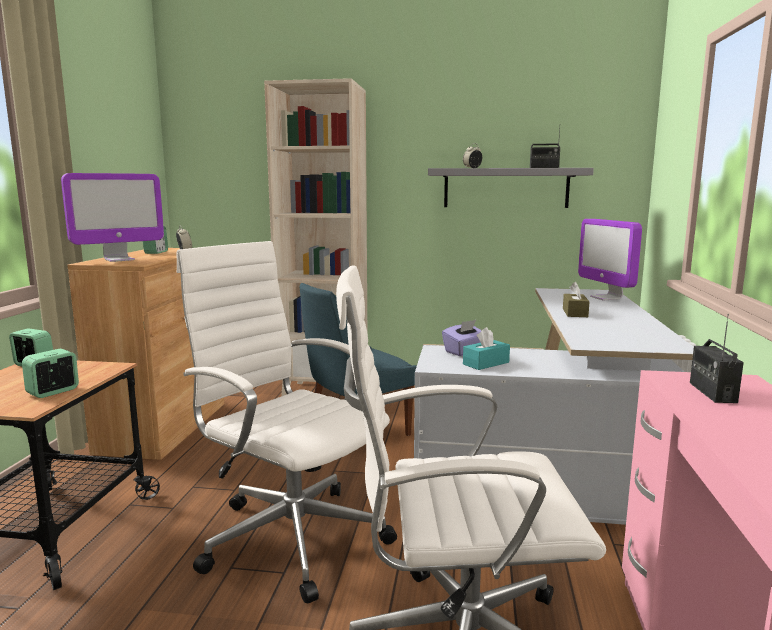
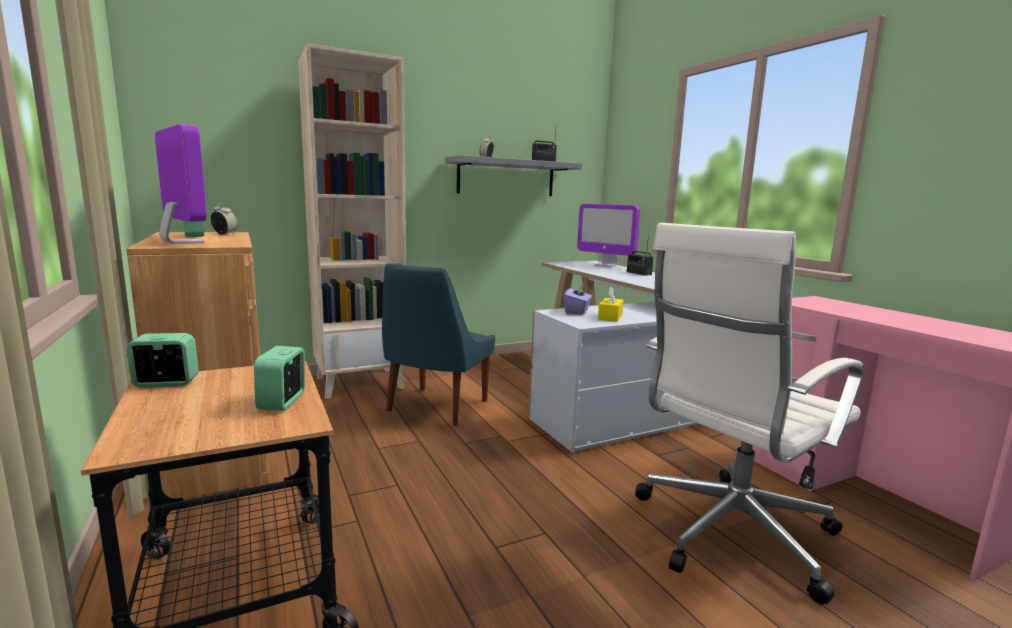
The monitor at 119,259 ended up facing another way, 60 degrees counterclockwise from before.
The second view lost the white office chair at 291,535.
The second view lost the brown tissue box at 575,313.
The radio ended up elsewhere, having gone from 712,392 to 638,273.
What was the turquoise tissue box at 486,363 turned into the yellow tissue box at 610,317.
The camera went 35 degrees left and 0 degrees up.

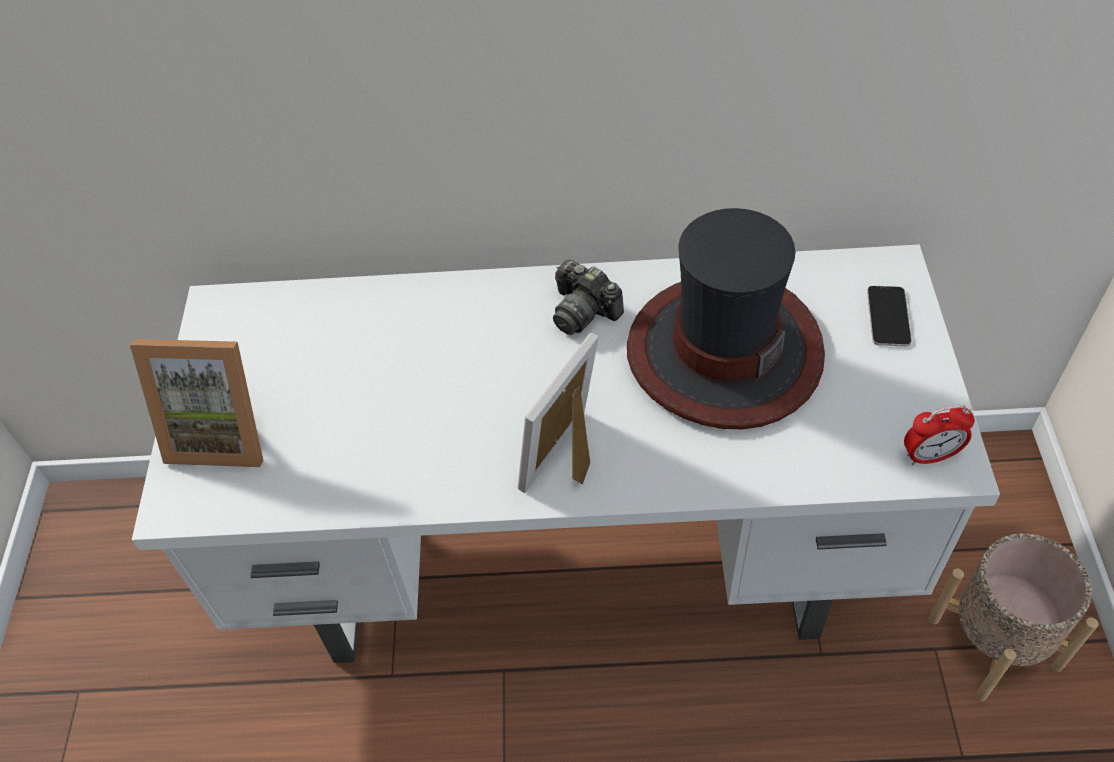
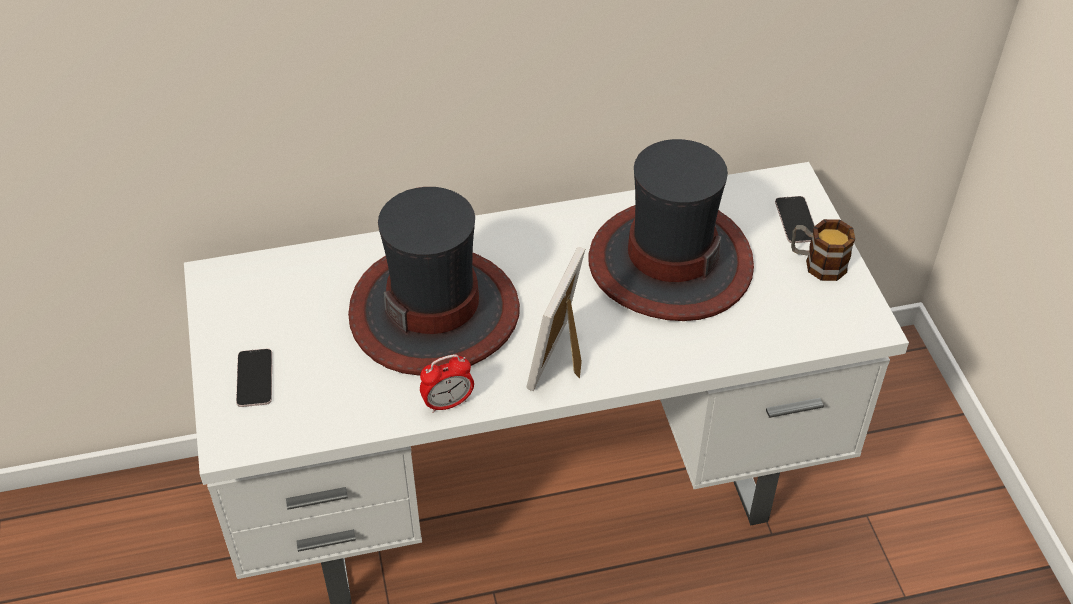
The second view lost the photo camera at 583,311.
Where the picture frame stood at 222,432, the phone came to stand at 254,378.
The alarm clock ended up elsewhere, having gone from 930,456 to 448,403.
The second view lost the beige planter at 993,642.
The second view gained the hat at 435,311.
The second view gained the mug at 817,263.
The camera went 15 degrees left and 5 degrees down.

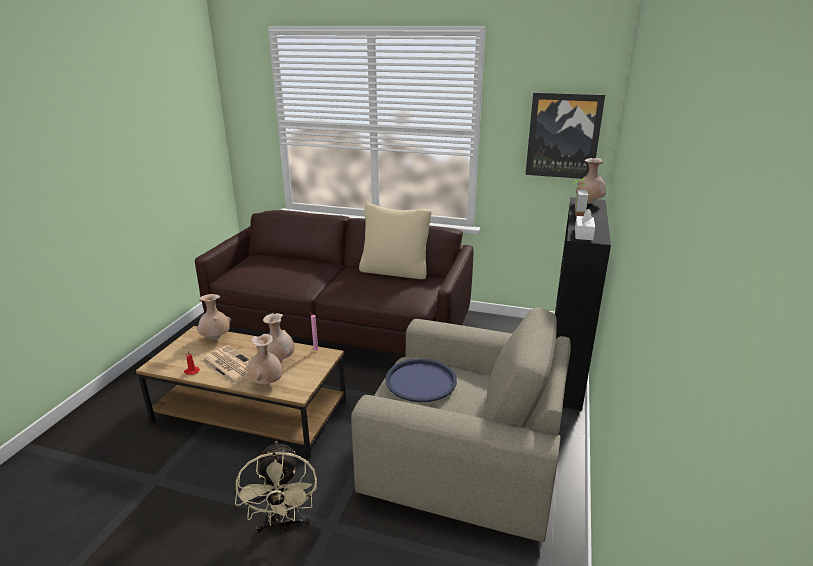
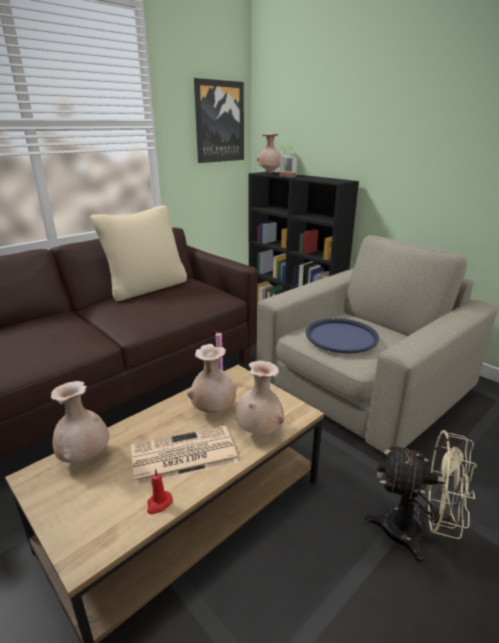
The second view lost the white tissue box at 583,234.
The camera went 60 degrees left and 0 degrees up.

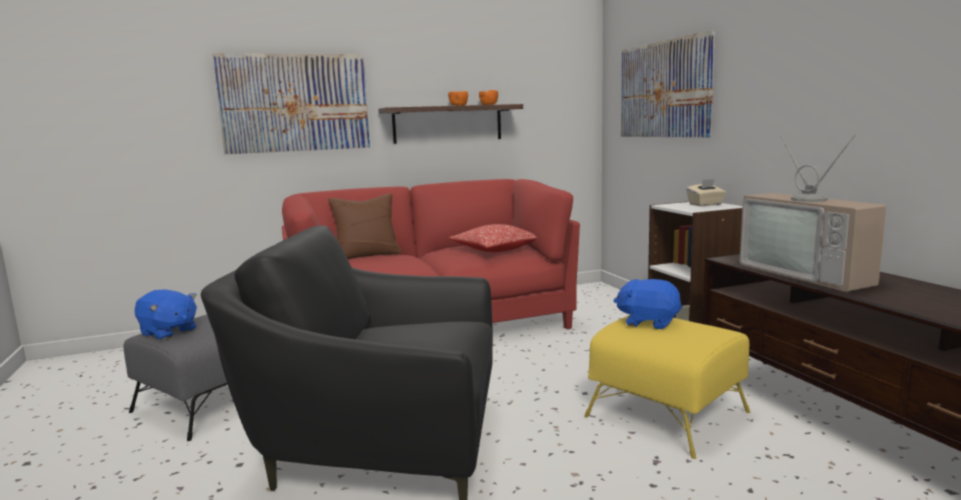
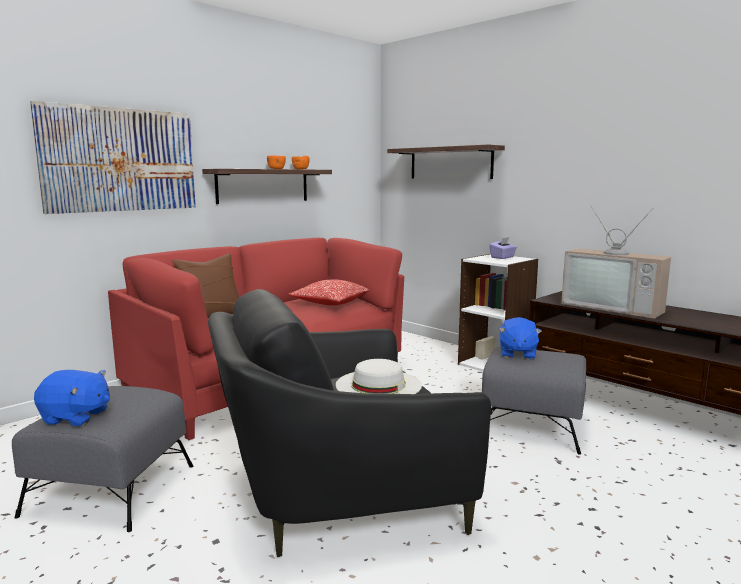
Where the picture hung at 664,89, the shelf came to hang at 450,163.
What was the beige tissue box at 705,204 turned into the purple tissue box at 502,257.
The blue plush toy at 648,322 ended up facing another way, 75 degrees counterclockwise from before.
What was the yellow ottoman at 667,414 turned into the grey ottoman at 533,425.
The second view gained the white hat at 378,385.
The camera went 25 degrees left and 0 degrees up.

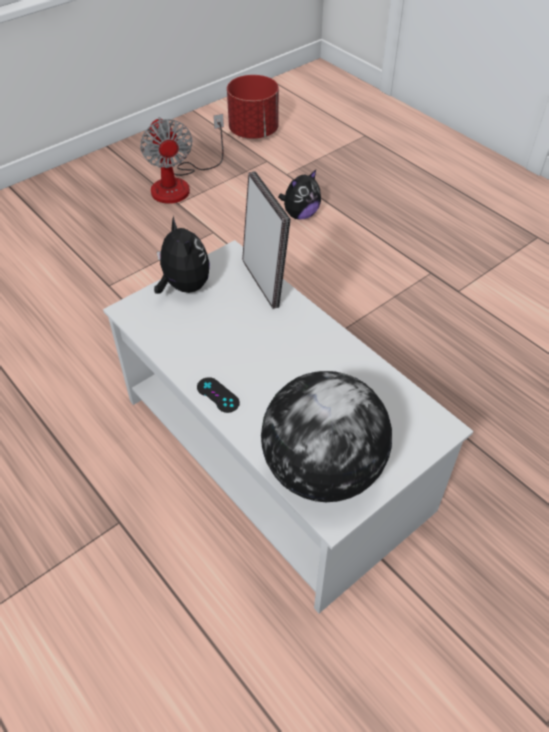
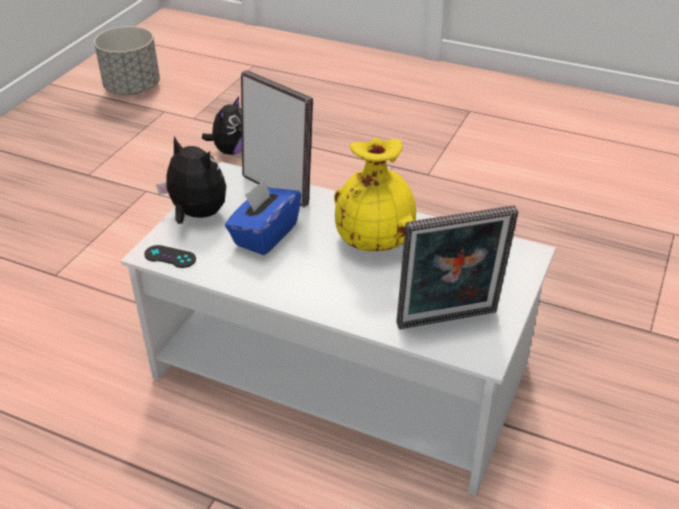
What was the red planter at 254,132 turned into the grey planter at 133,88.
The second view lost the fan at 180,184.
Where the globe stood at 323,470, the picture frame came to stand at 448,322.
The black game controller ended up elsewhere, having gone from 218,395 to 170,257.
The second view gained the yellow vase at 375,241.
The second view gained the blue tissue box at 265,235.
The camera went 25 degrees left and 10 degrees down.

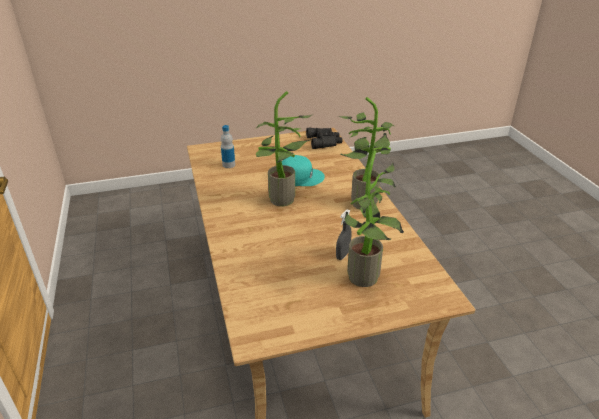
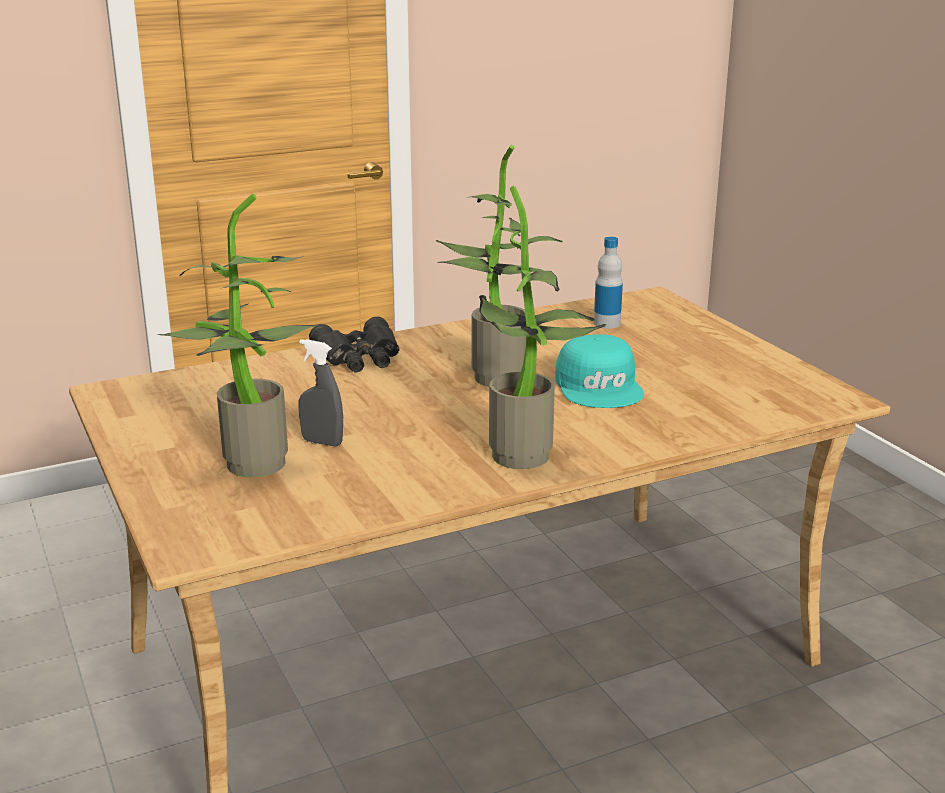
The black binoculars ended up elsewhere, having gone from 325,141 to 359,357.
The camera went 80 degrees right and 10 degrees down.

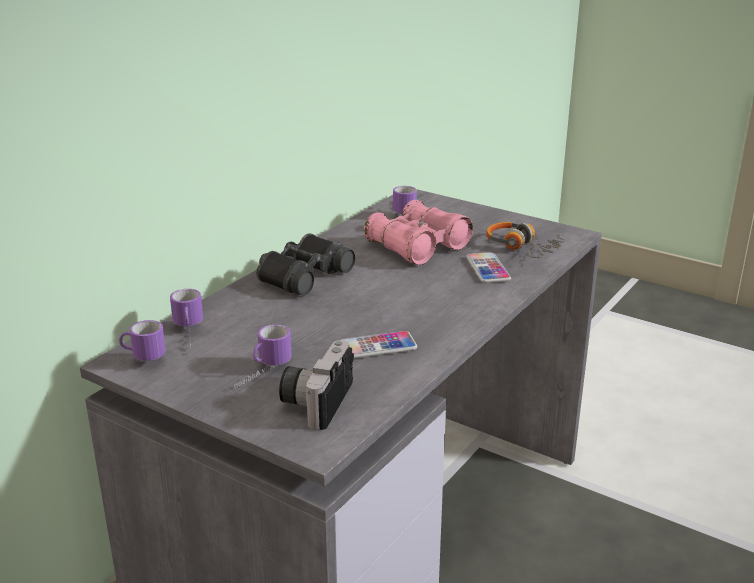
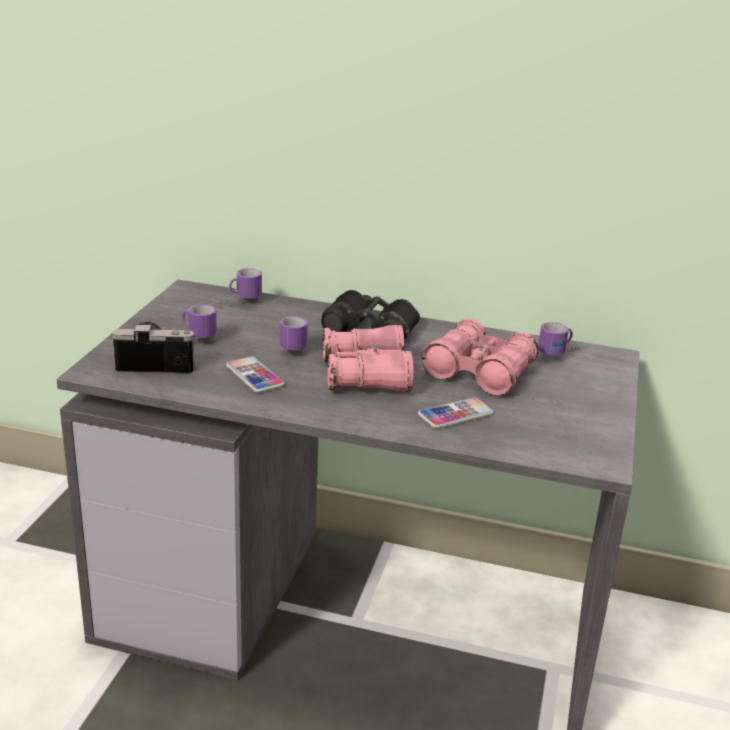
The second view lost the headphones at 522,247.
The mug ended up elsewhere, having gone from 130,362 to 288,345.
The second view gained the pink binoculars at 366,375.
The camera went 70 degrees right and 0 degrees up.

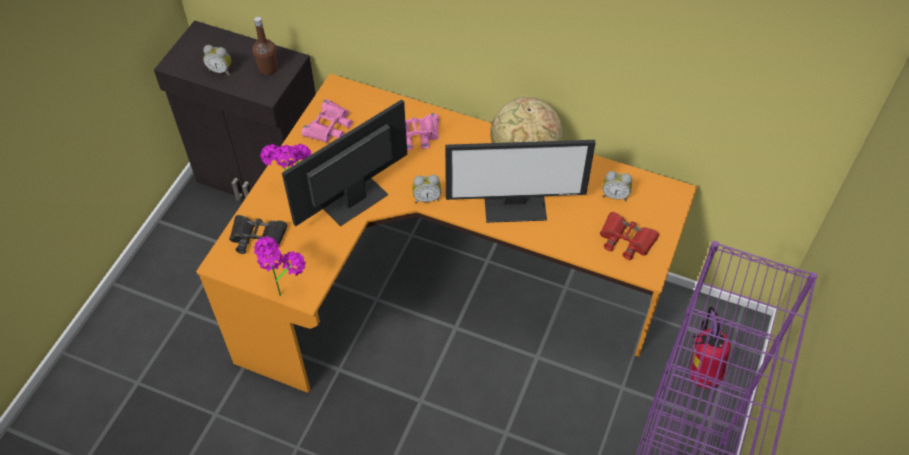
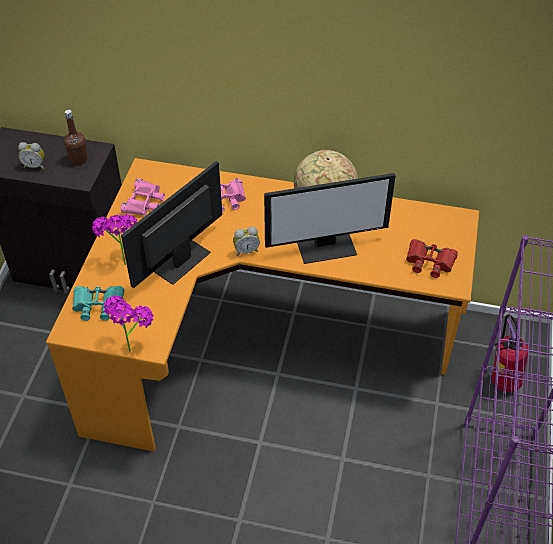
The second view lost the alarm clock at 615,195.
What was the black binoculars at 257,238 turned into the turquoise binoculars at 98,305.
The camera went 10 degrees left and 5 degrees down.

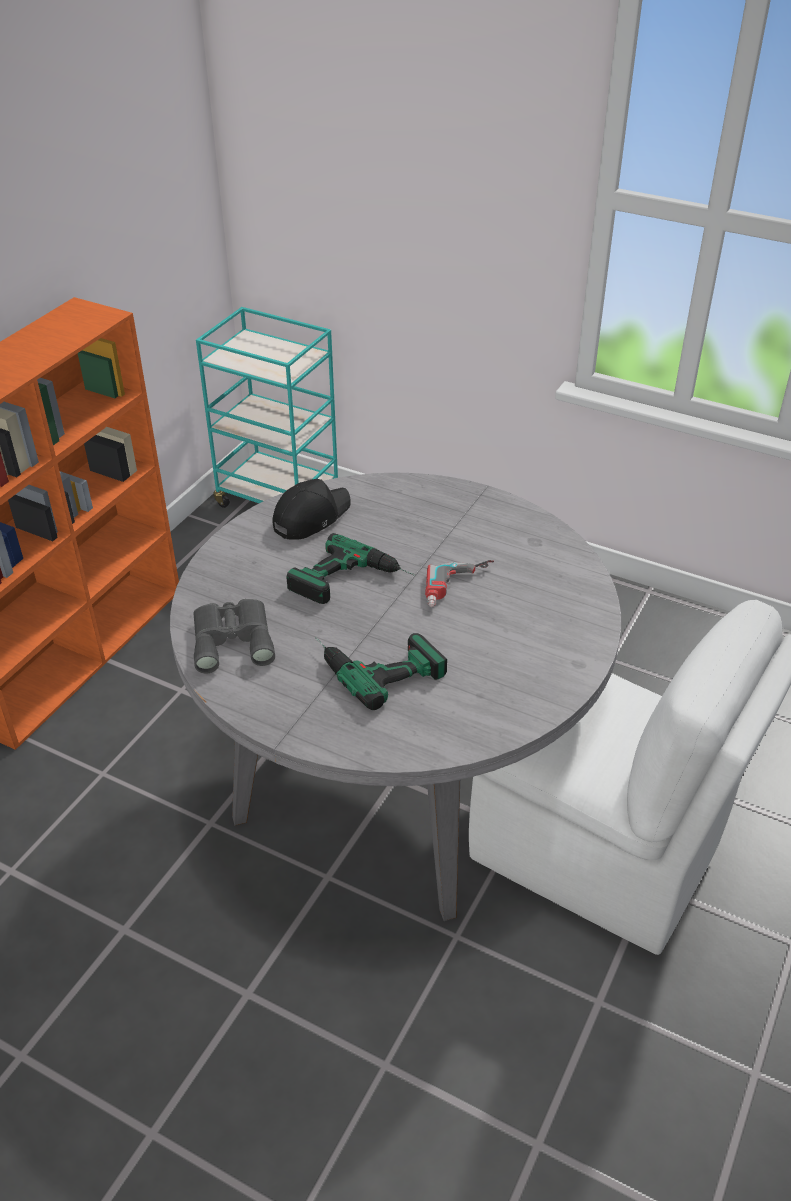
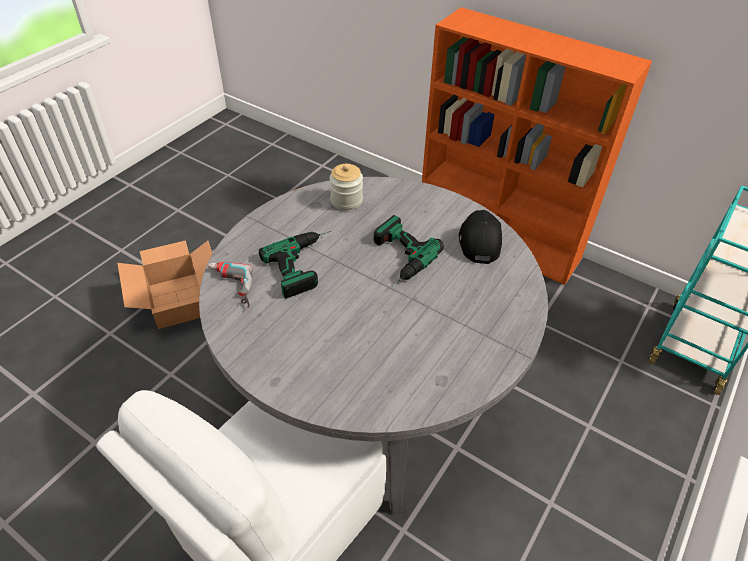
The black cap at 310,517 ended up facing another way, 135 degrees counterclockwise from before.
The power drill ended up elsewhere, having gone from 460,588 to 229,288.
Where the grey binoculars stood at 233,639, the jar came to stand at 346,201.
The second view gained the cardboard box at 178,299.
The camera went 95 degrees right and 5 degrees up.

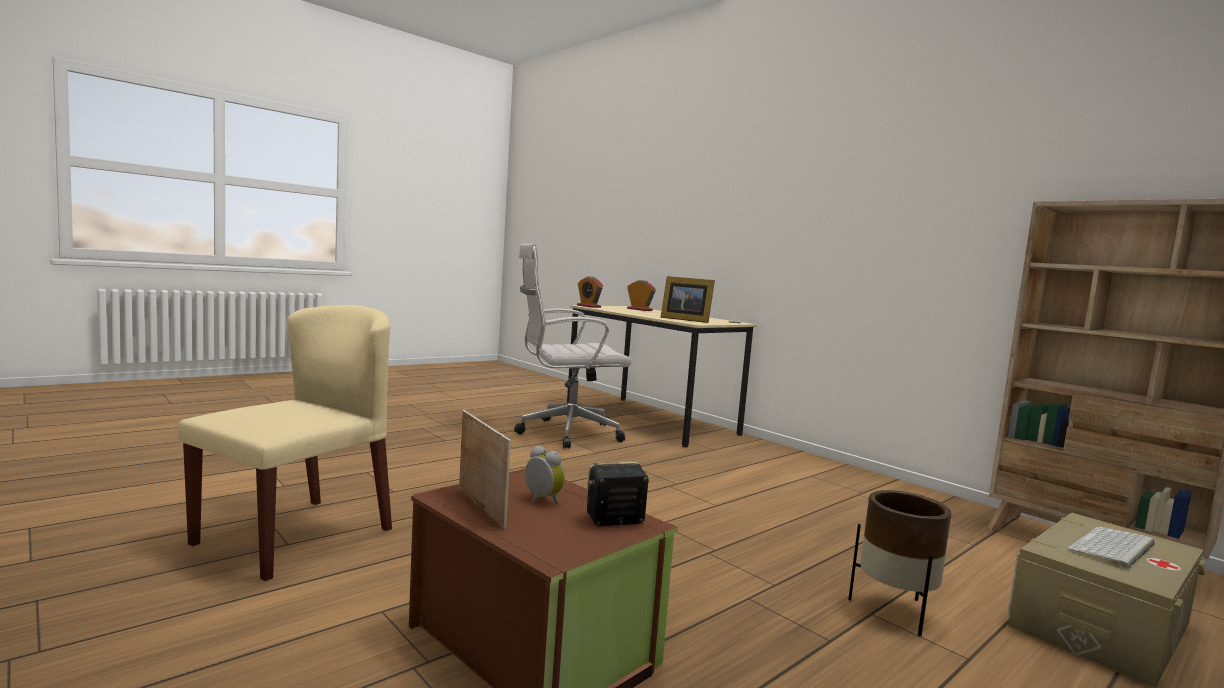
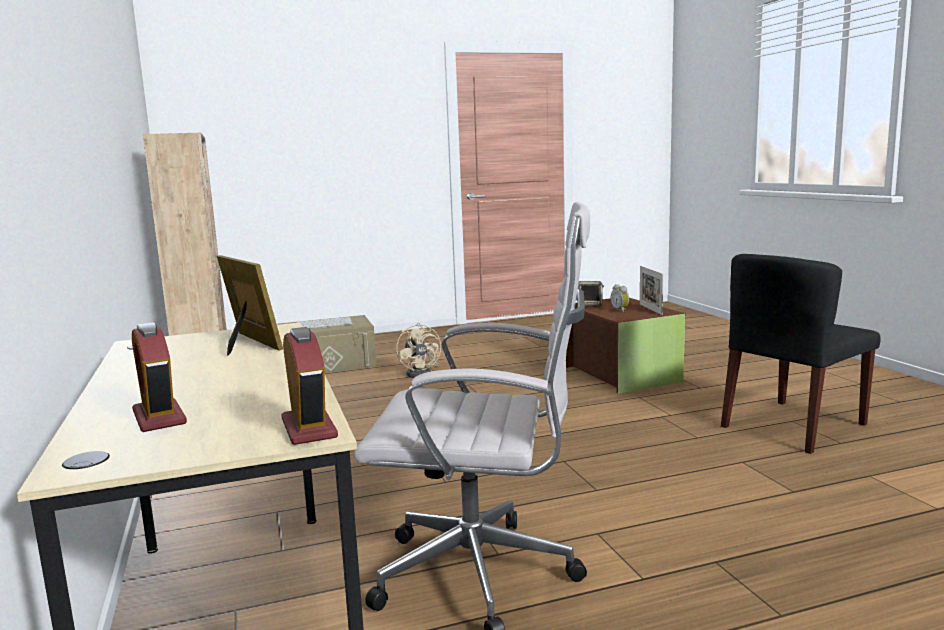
What was the beige chair at 295,535 turned into the black chair at 793,426.
Where the brown planter stood at 894,611, the beige fan came to stand at 422,373.
The camera went 155 degrees left and 5 degrees up.

